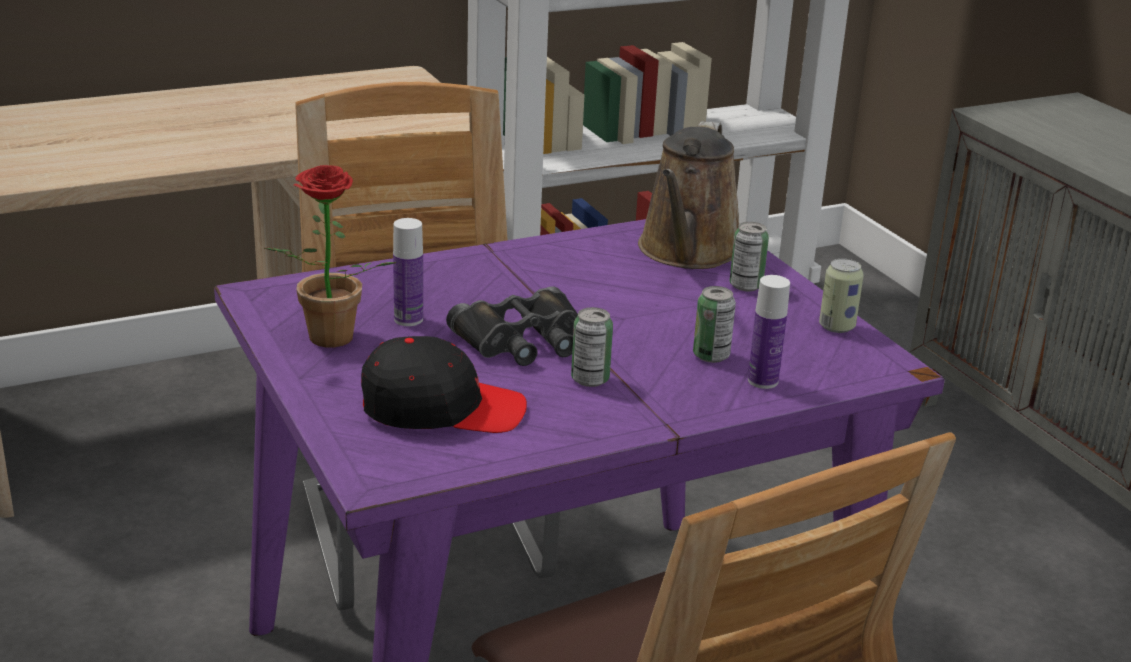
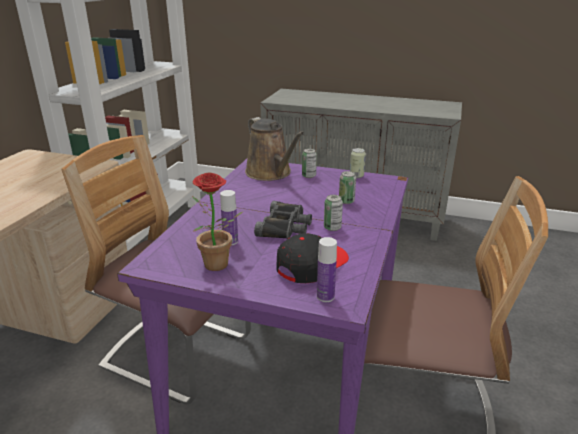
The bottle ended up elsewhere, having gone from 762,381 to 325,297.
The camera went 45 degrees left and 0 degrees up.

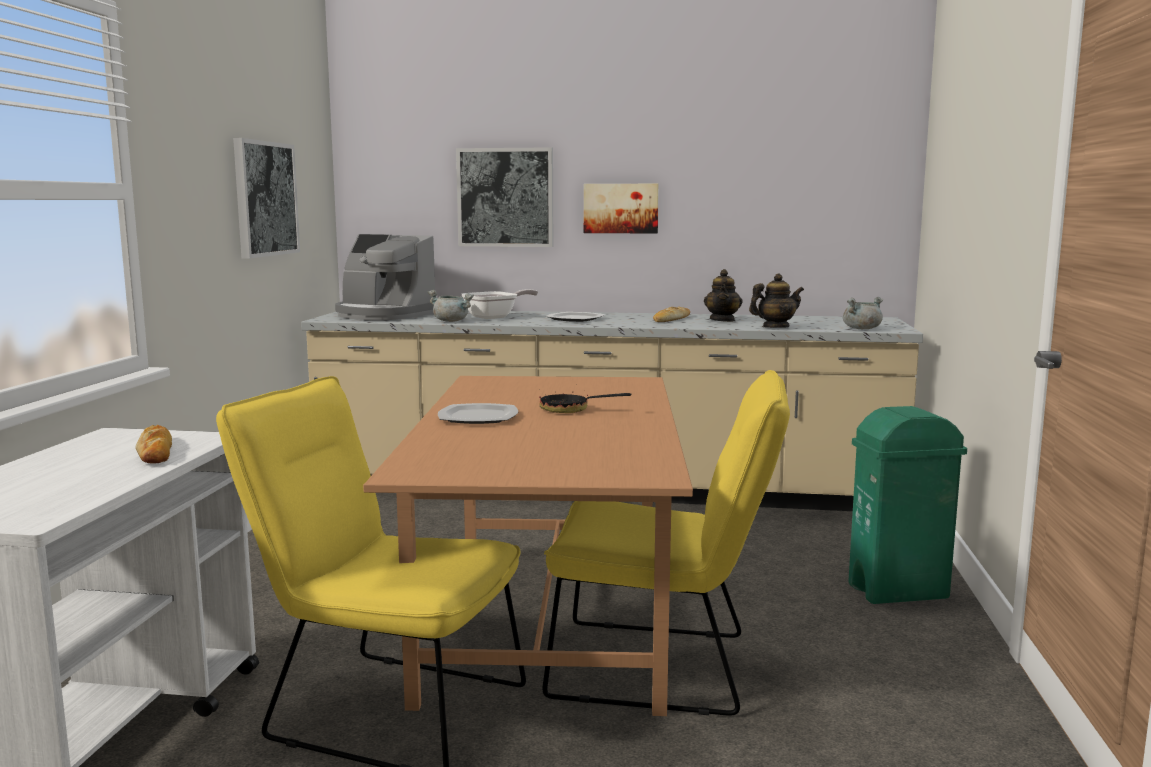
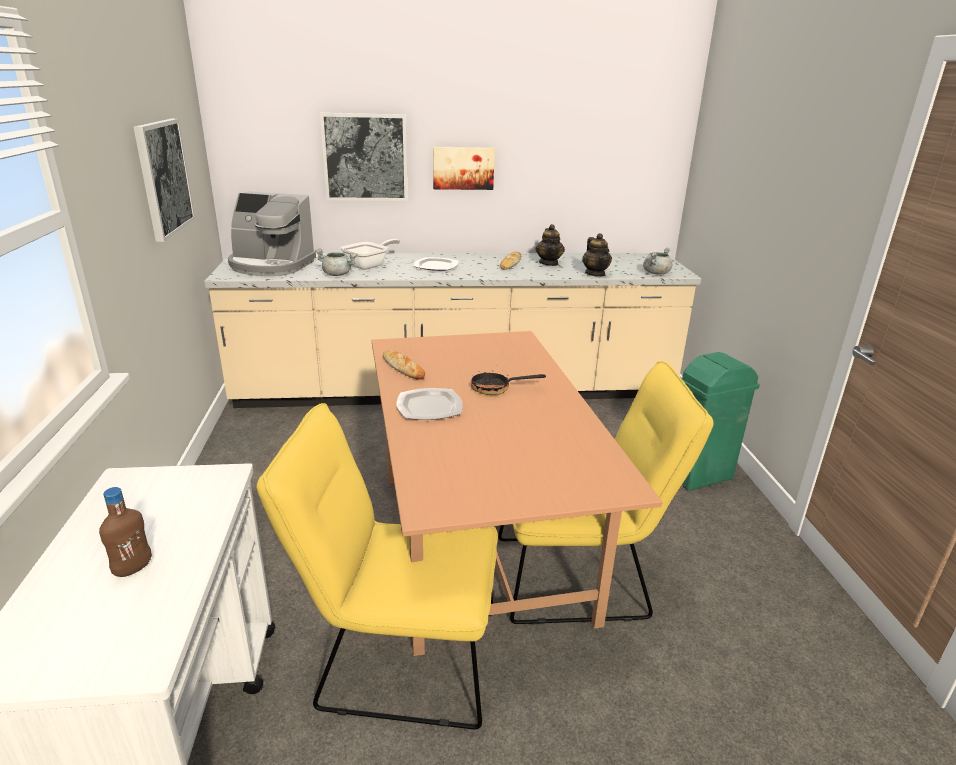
The teapot at 775,327 ended up facing another way, 105 degrees clockwise from before.
The bread ended up elsewhere, having gone from 156,451 to 403,368.
The second view gained the brown bottle at 133,568.
The camera went 15 degrees left and 15 degrees up.

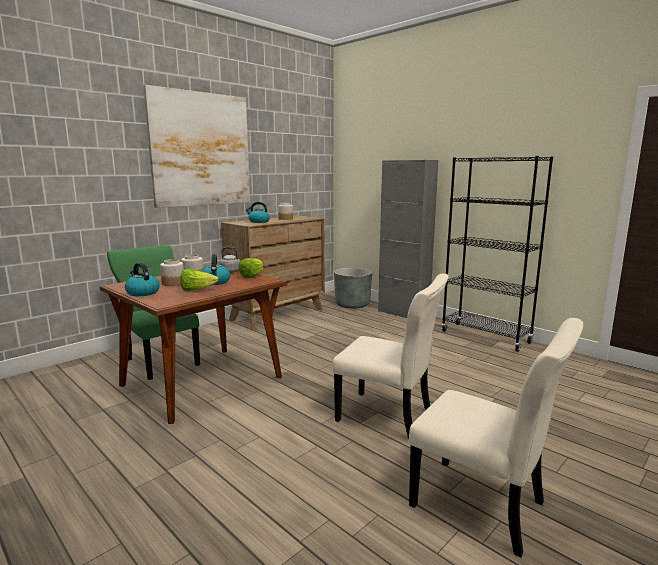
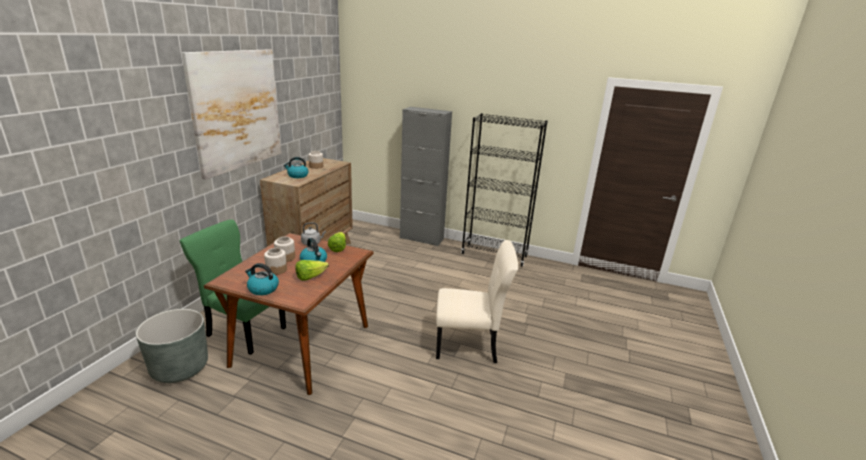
The grey planter ended up elsewhere, having gone from 352,304 to 180,368.
The second view lost the beige chair at 482,507.
The camera went 25 degrees left and 10 degrees up.

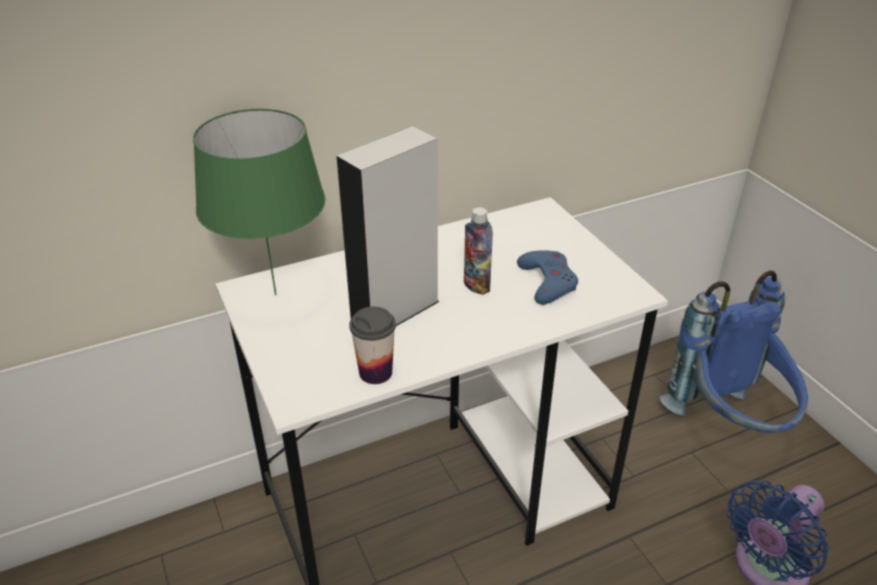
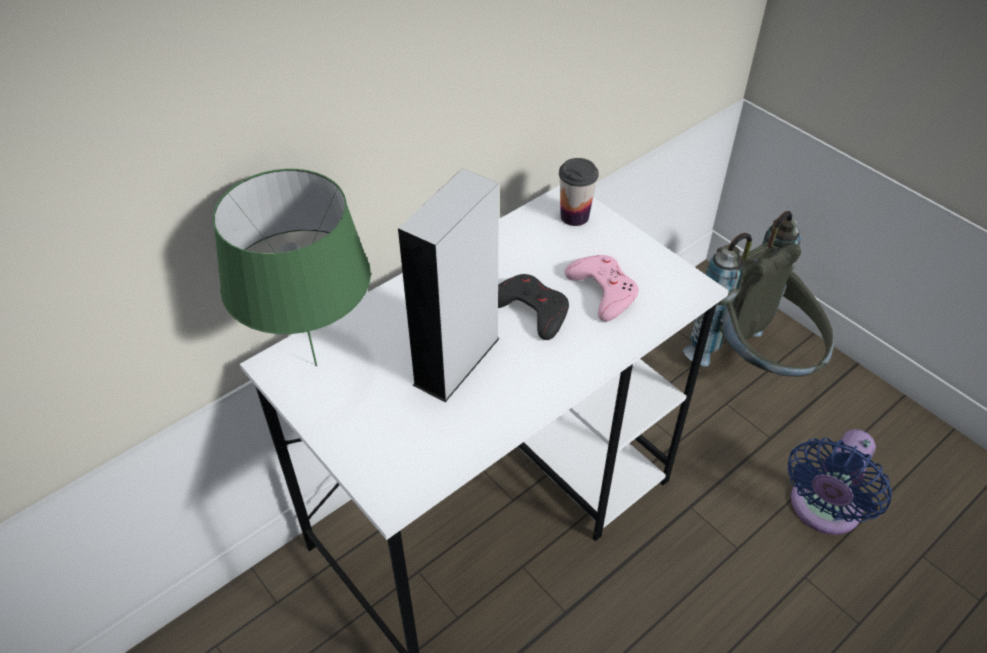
Where the bottle stood at 476,285, the black game controller came to stand at 531,310.
What was the blue game controller at 547,282 turned into the pink game controller at 602,291.
What was the blue backpack at 729,425 turned into the grey backpack at 754,366.
The cup ended up elsewhere, having gone from 375,372 to 574,216.
The camera went 15 degrees left and 10 degrees up.

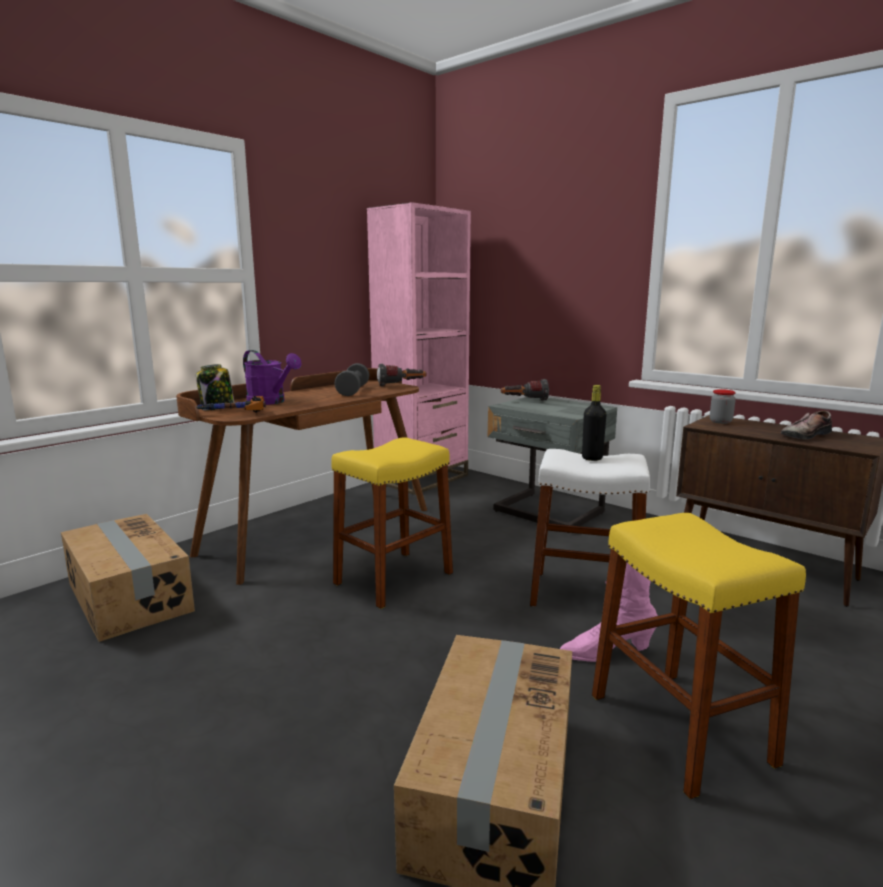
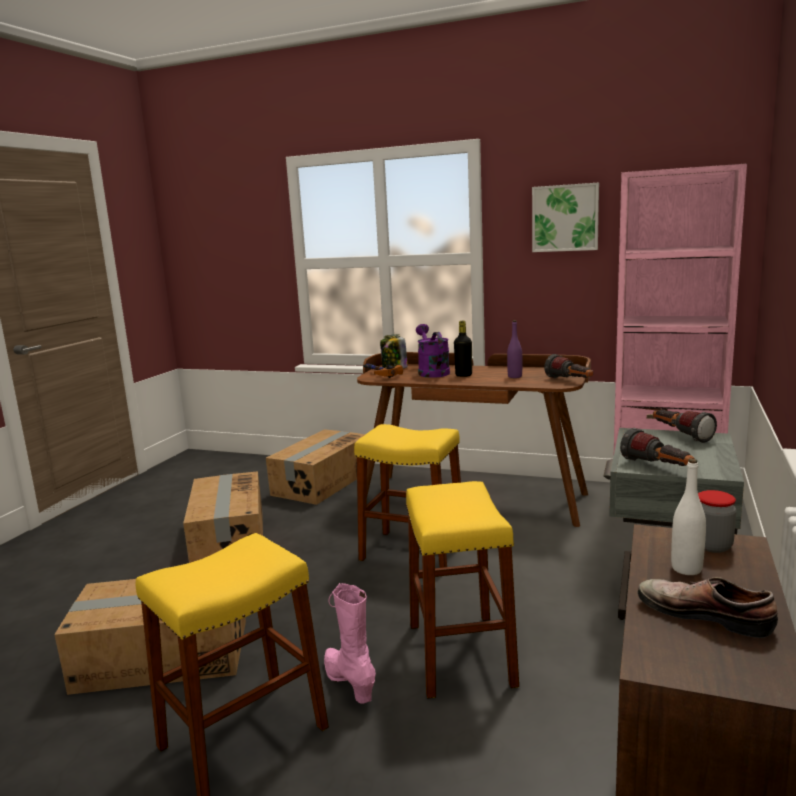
The purple watering can at 271,402 ended up facing another way, 150 degrees clockwise from before.
Where the grey dumbbell stood at 353,391, the purple bottle came to stand at 514,376.
The black bottle ended up elsewhere, having gone from 592,458 to 463,375.
What was the white stool at 585,594 turned into the yellow stool at 460,654.
The second view gained the picture at 565,218.
The second view gained the flashlight at 658,468.
The second view gained the white bottle at 686,569.
The second view gained the cardboard box at 228,538.
The camera went 70 degrees right and 0 degrees up.

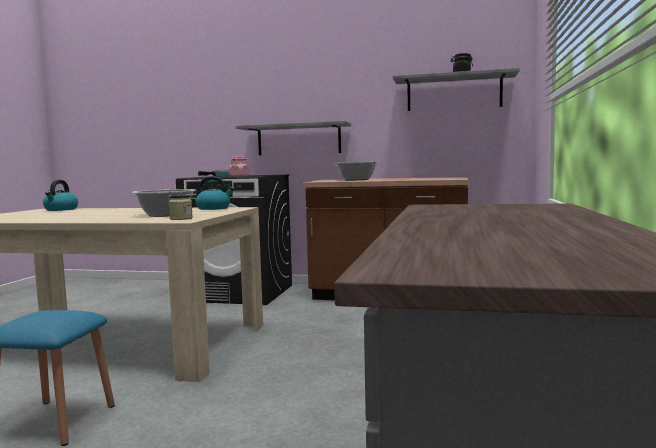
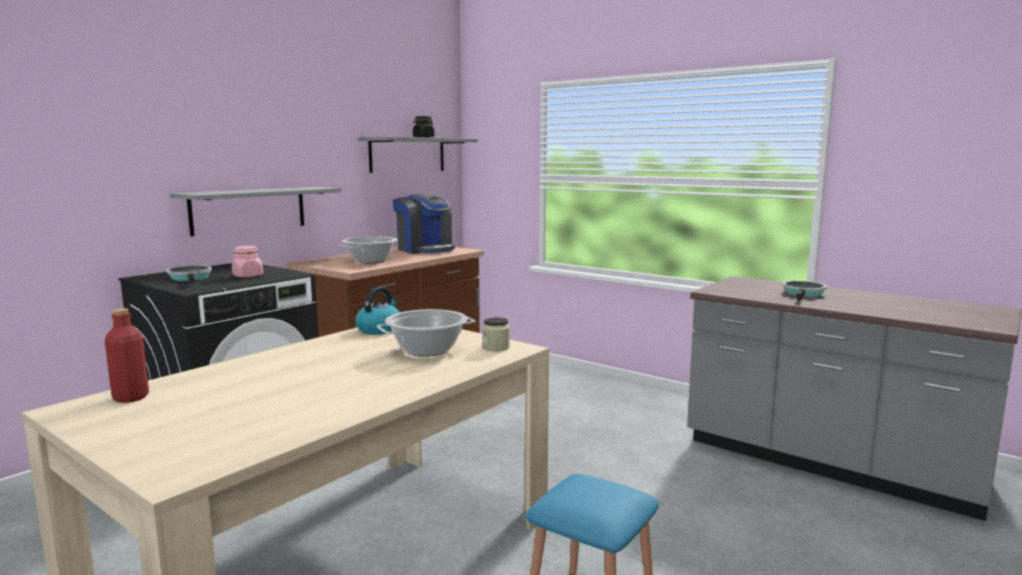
Where the kettle stood at 61,209, the red bottle came to stand at 131,397.
The second view gained the coffee machine at 425,250.
The second view gained the frying pan at 803,294.
The camera went 65 degrees left and 5 degrees up.

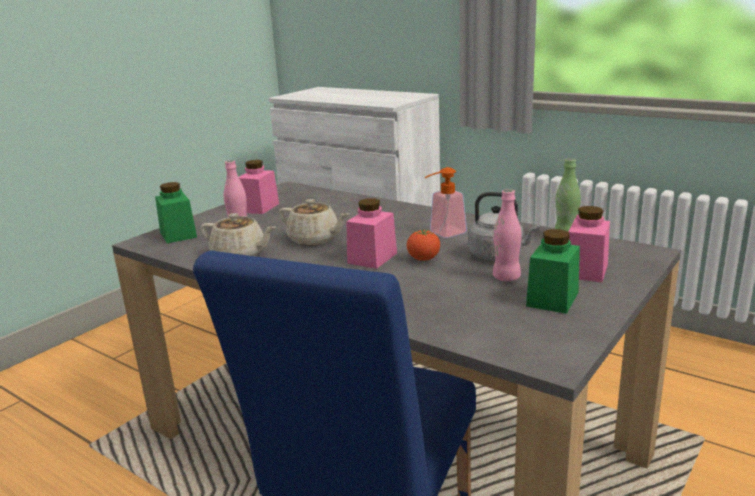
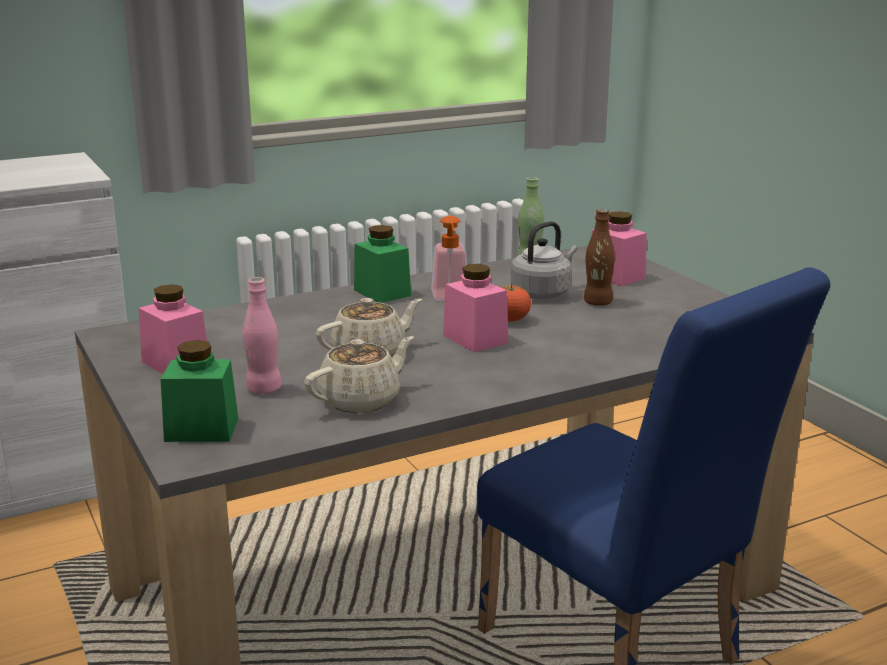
What was the pink bottle at 506,277 turned into the brown bottle at 597,302.
The green jar ended up elsewhere, having gone from 552,299 to 382,293.
The camera went 65 degrees left and 0 degrees up.

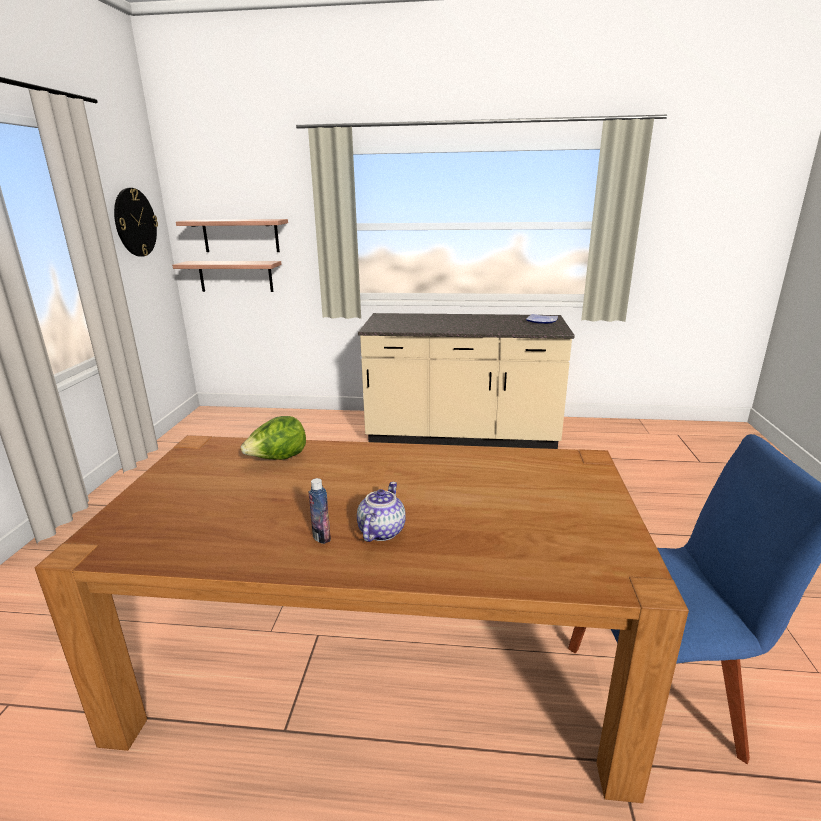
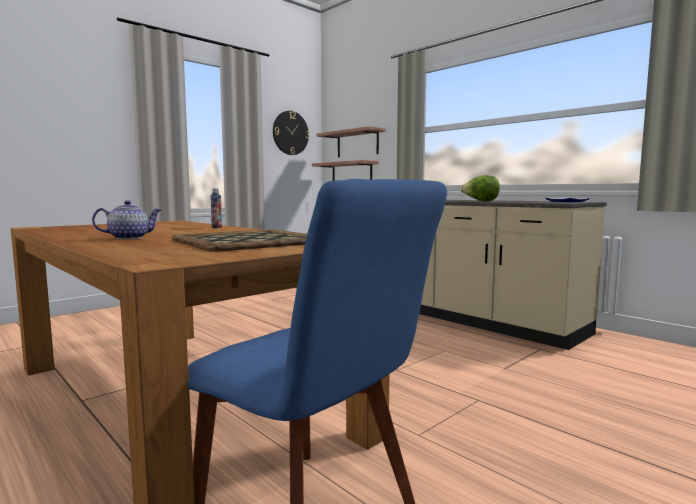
The lettuce ended up elsewhere, having gone from 278,459 to 480,201.
The bottle ended up elsewhere, having gone from 321,537 to 216,227.
The second view gained the tray at 247,241.
The camera went 40 degrees right and 15 degrees down.

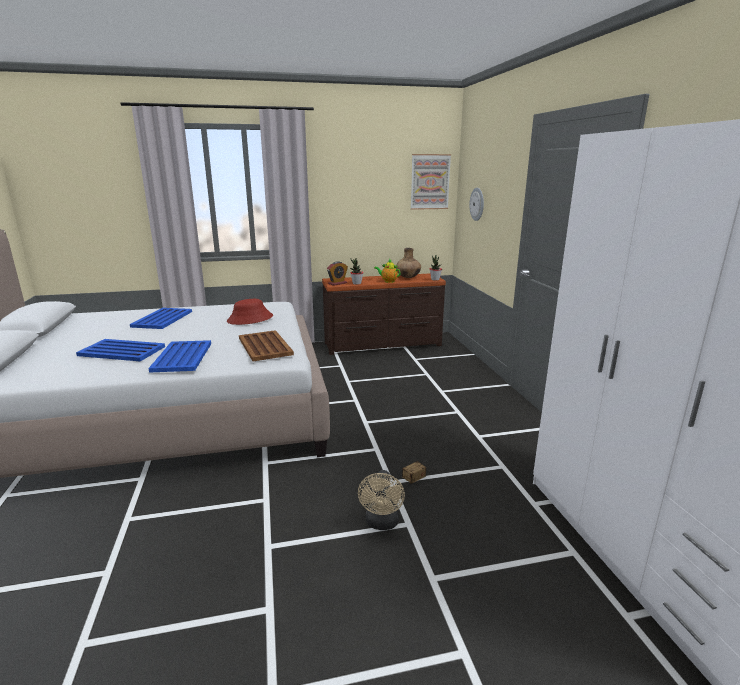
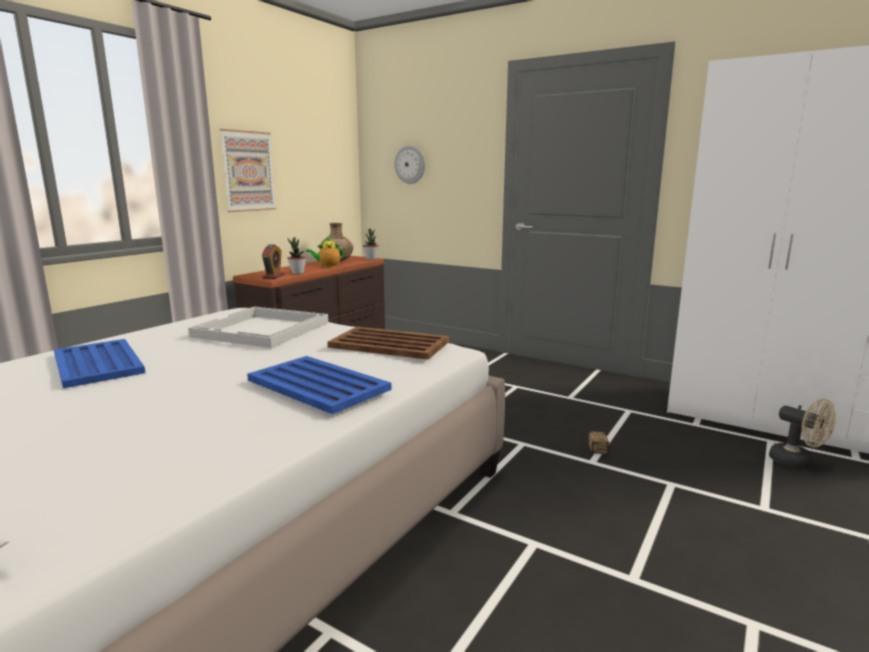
The picture ended up elsewhere, having gone from 430,182 to 248,171.
Where the red hat stood at 250,319, the white tray came to stand at 262,330.
The second view lost the blue tray at 121,351.
The beige fan ended up elsewhere, having gone from 382,523 to 797,462.
The camera went 45 degrees left and 5 degrees down.

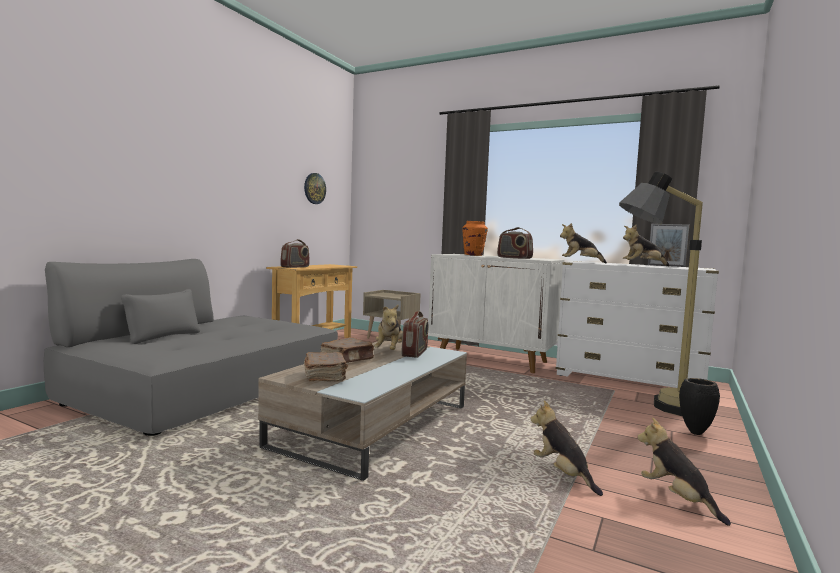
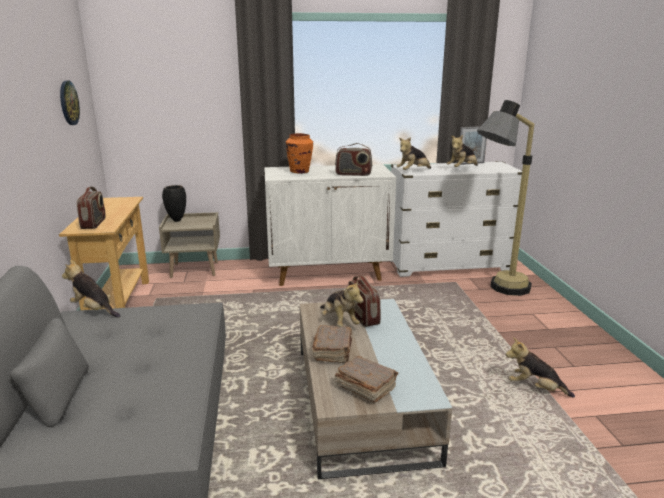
The black vase ended up elsewhere, having gone from 694,433 to 176,221.
The plush toy ended up elsewhere, having gone from 677,499 to 94,310.
The camera went 35 degrees left and 15 degrees up.

